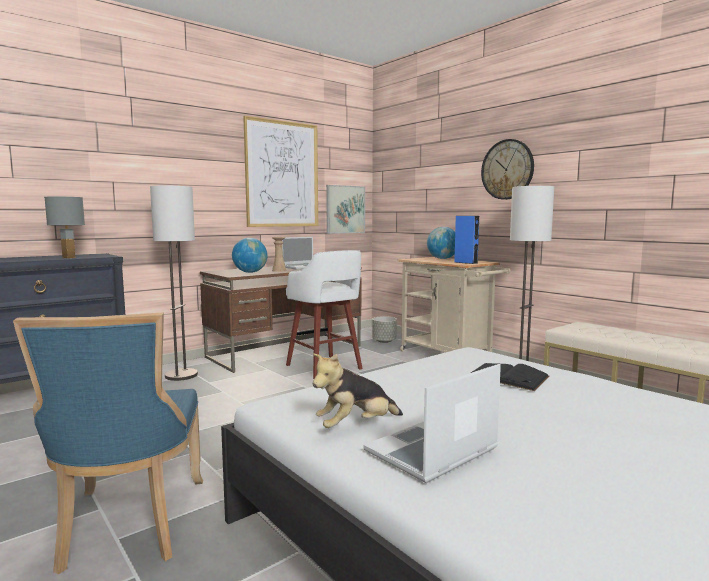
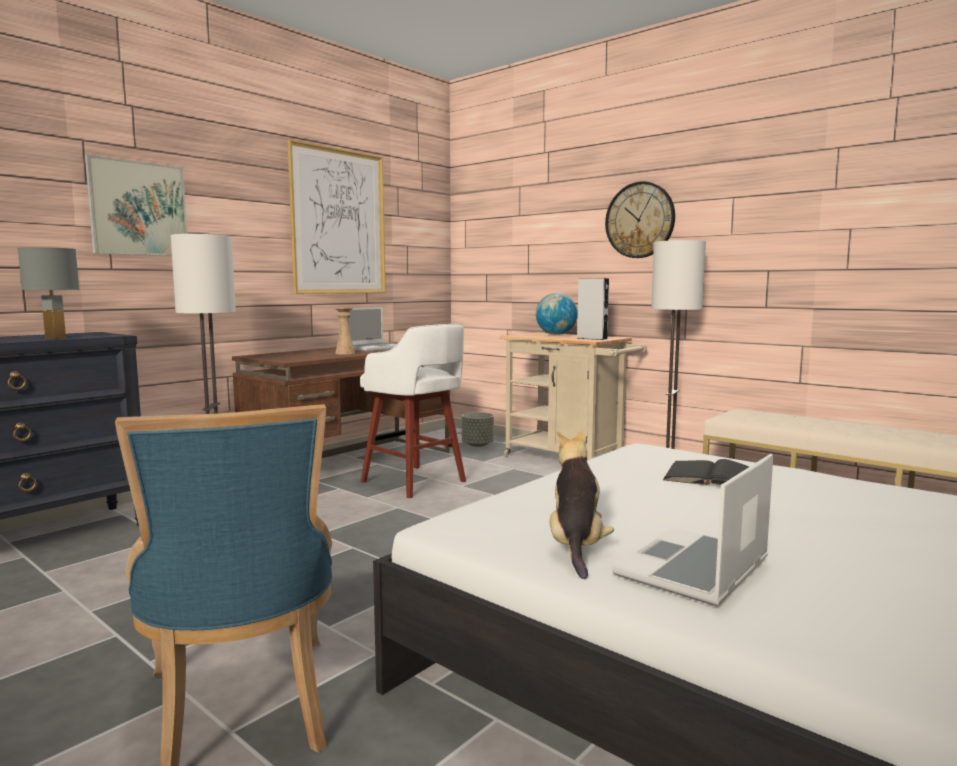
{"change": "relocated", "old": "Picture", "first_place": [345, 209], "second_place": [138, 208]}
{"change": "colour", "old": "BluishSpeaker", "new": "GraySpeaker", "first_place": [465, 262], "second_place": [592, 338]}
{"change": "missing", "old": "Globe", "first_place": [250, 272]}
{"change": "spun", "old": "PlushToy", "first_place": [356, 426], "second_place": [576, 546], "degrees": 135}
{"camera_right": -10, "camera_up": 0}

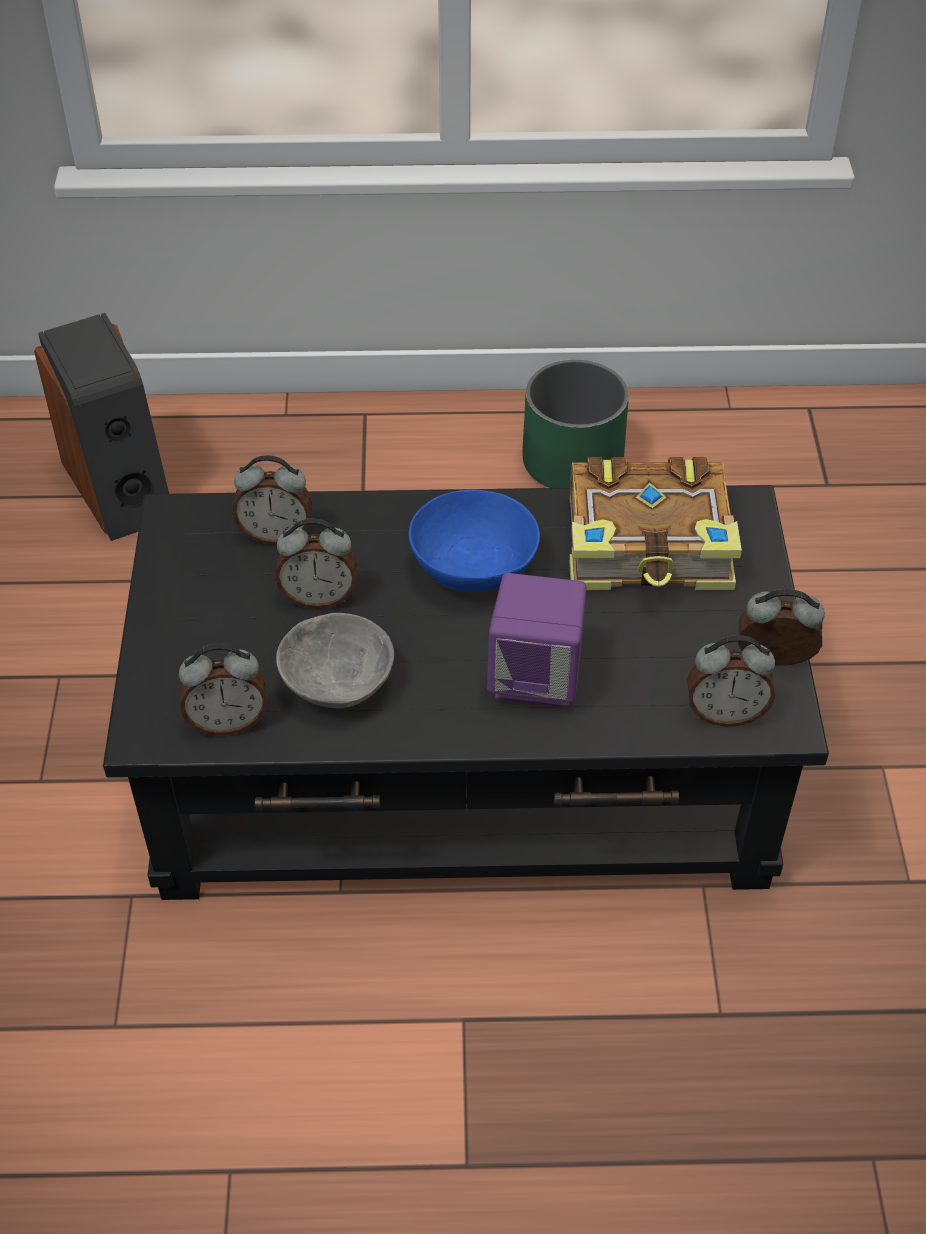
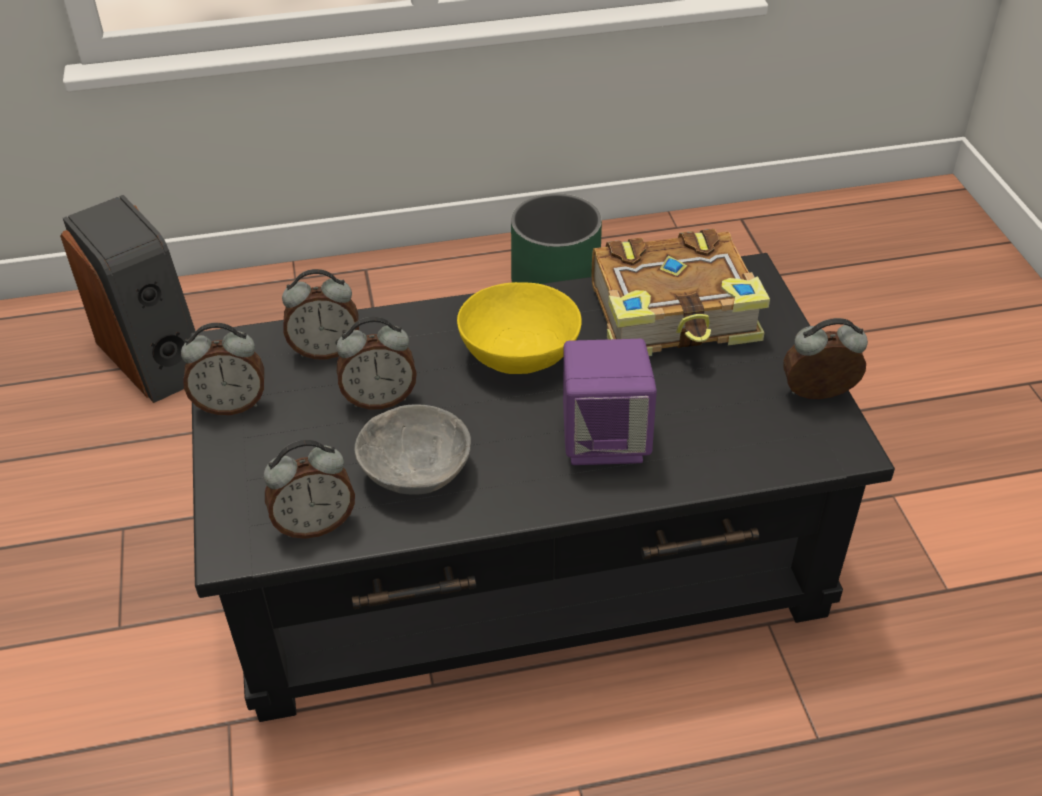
{"change": "colour", "old": "BluishDeepDish", "new": "YellowishDeepDish", "first_place": [473, 566], "second_place": [519, 353]}
{"change": "relocated", "old": "BedsideClock", "first_place": [725, 713], "second_place": [231, 405]}
{"camera_right": -10, "camera_up": -5}

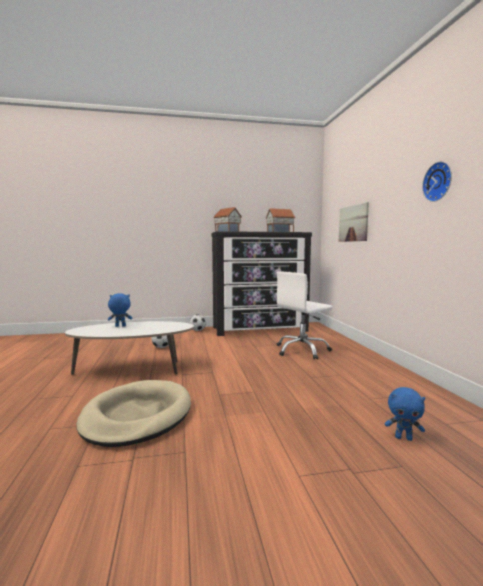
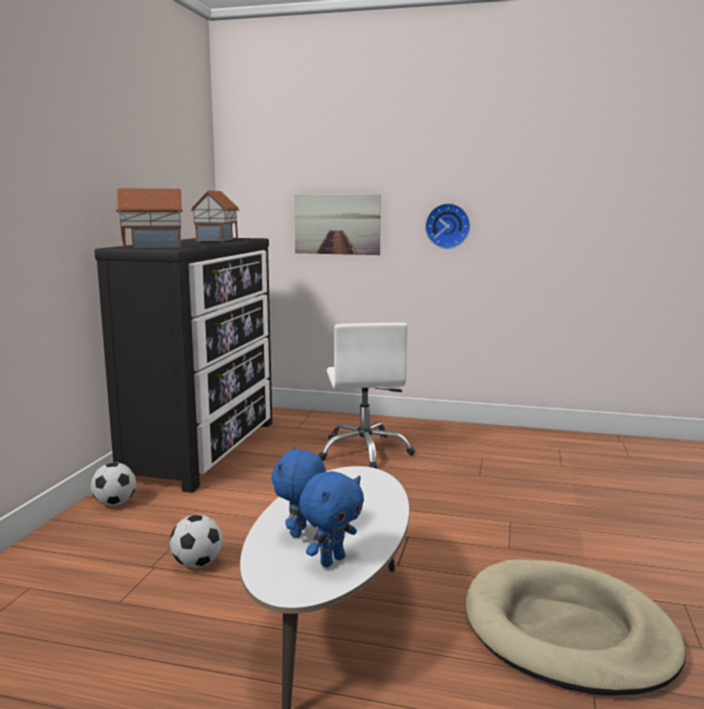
{"change": "relocated", "old": "HangingClock", "first_place": [439, 182], "second_place": [448, 226]}
{"change": "relocated", "old": "BluishPlushToy", "first_place": [403, 438], "second_place": [332, 560]}
{"camera_right": -65, "camera_up": 5}

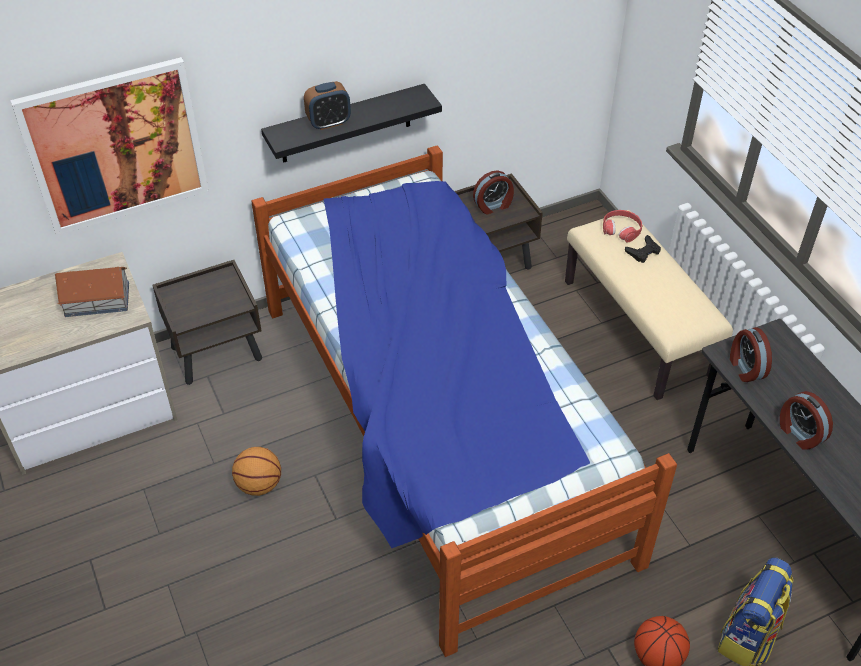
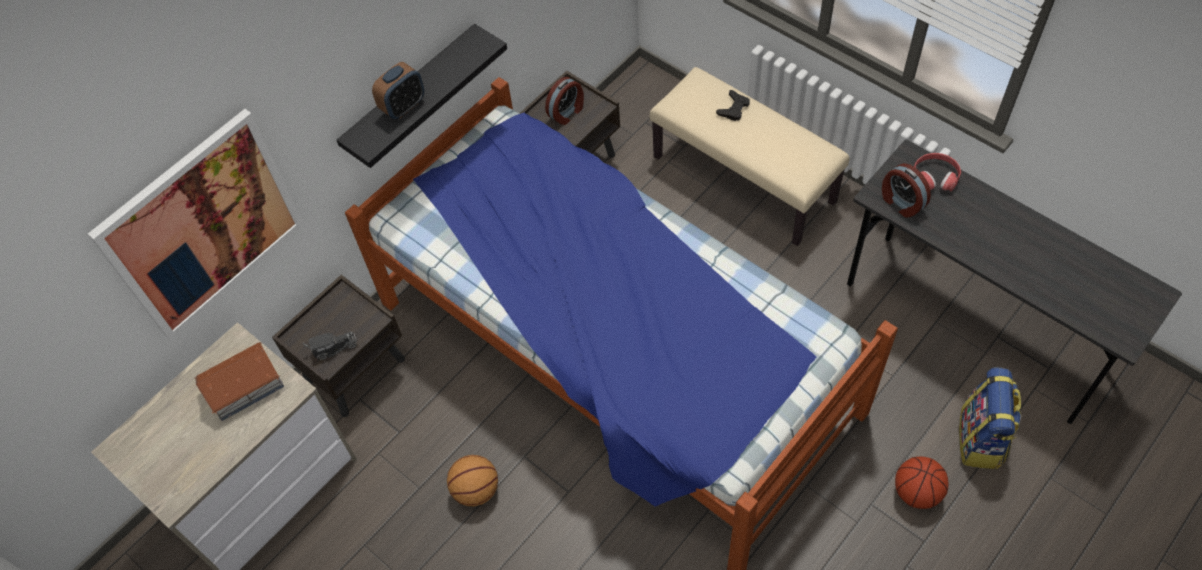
{"change": "relocated", "old": "ReddishHeadphones", "first_place": [621, 229], "second_place": [935, 177]}
{"change": "missing", "old": "BedsideClock", "first_place": [799, 433]}
{"change": "appeared", "new": "ToyTruck", "second_place": [333, 348]}
{"camera_right": -20, "camera_up": 10}

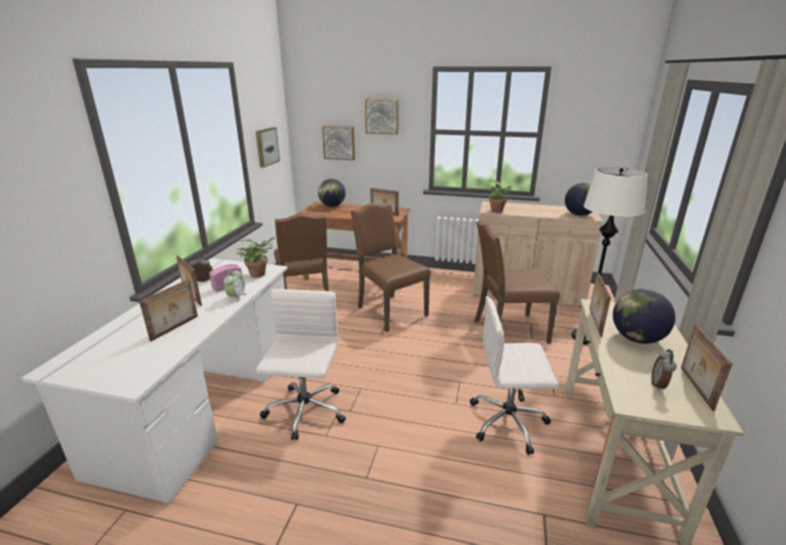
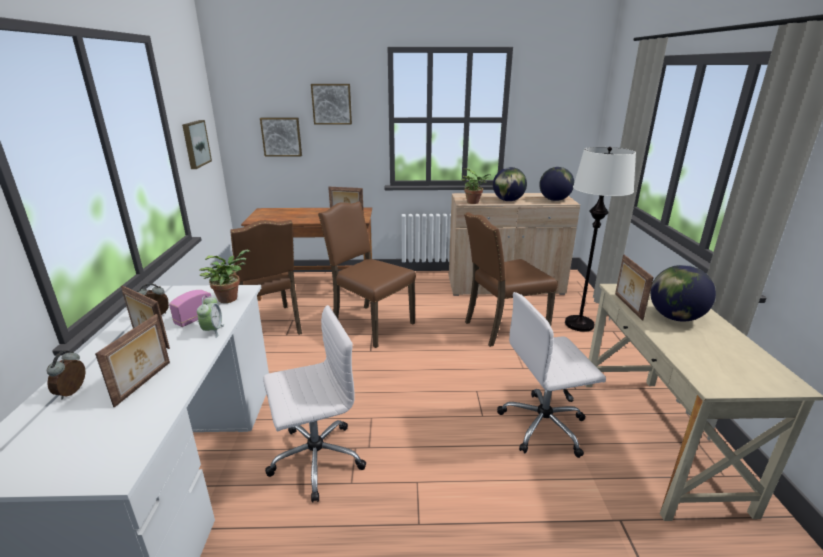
{"change": "relocated", "old": "Globe", "first_place": [332, 206], "second_place": [508, 200]}
{"change": "spun", "old": "WhitishComputerChair", "first_place": [305, 412], "second_place": [315, 459], "degrees": 75}
{"change": "missing", "old": "StandingFrame", "first_place": [695, 387]}
{"change": "relocated", "old": "BedsideClock", "first_place": [659, 385], "second_place": [73, 392]}
{"camera_right": -15, "camera_up": 0}

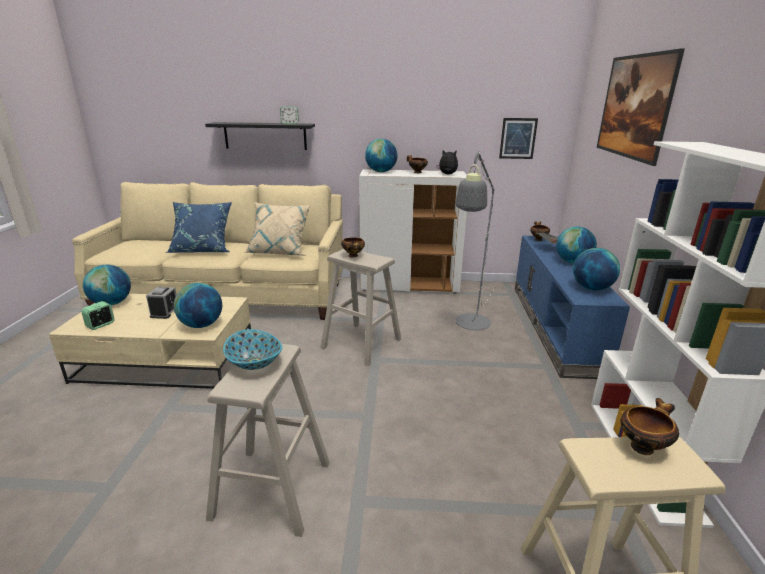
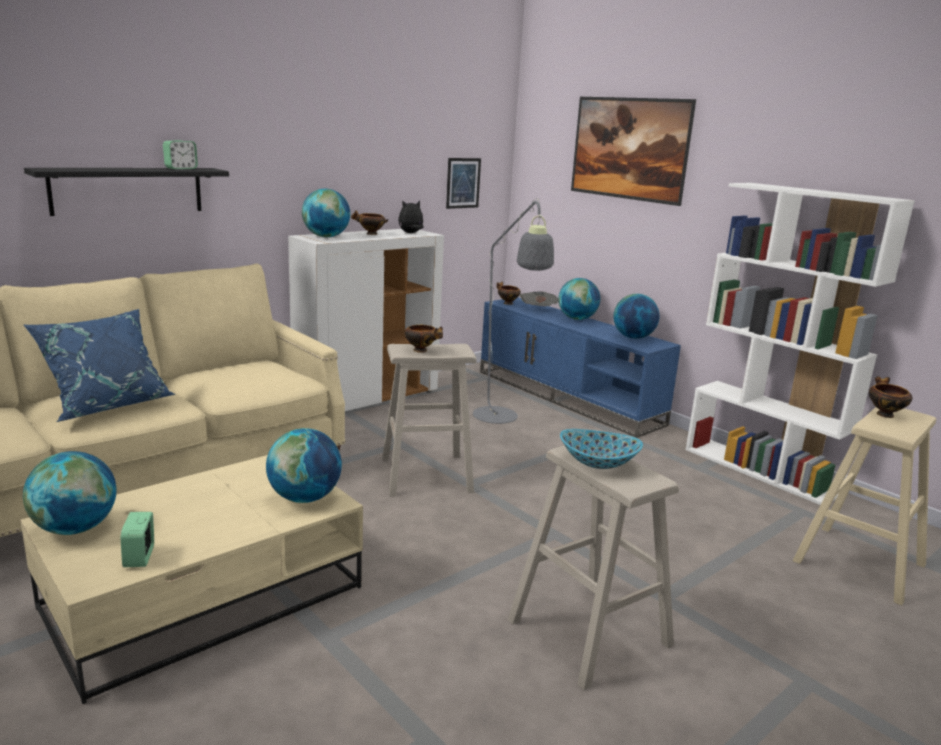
{"change": "missing", "old": "SandColouredThrowPillow", "first_place": [280, 252]}
{"change": "missing", "old": "BedsideClock", "first_place": [165, 312]}
{"camera_right": -45, "camera_up": -5}

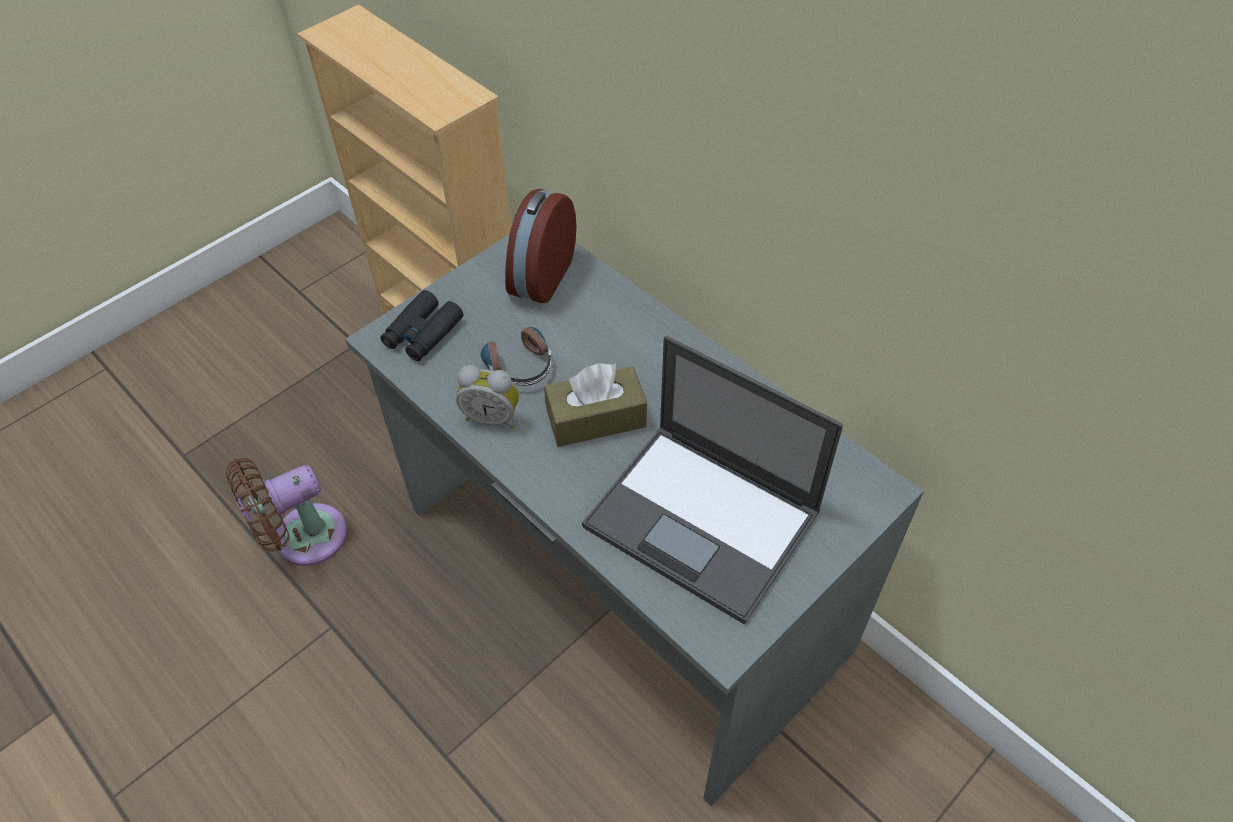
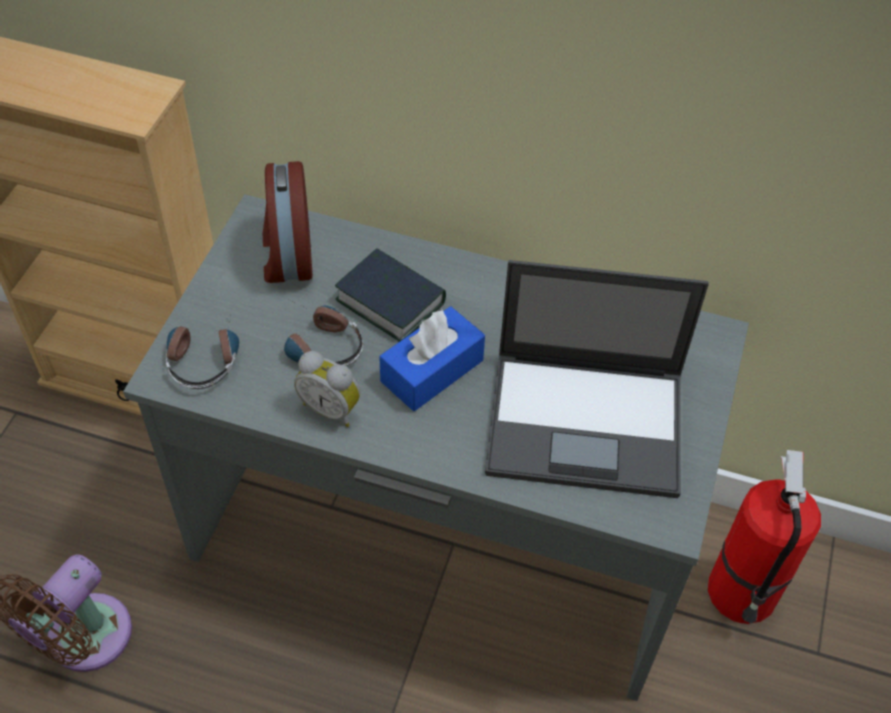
{"change": "exchanged", "old": "BlackColouredPairOfBinoculars", "new": "Headphones", "first_place": [423, 333], "second_place": [204, 354]}
{"change": "colour", "old": "BrownishTissueBox", "new": "BluishTissueBox", "first_place": [596, 418], "second_place": [432, 370]}
{"change": "spun", "old": "BedsideClock", "first_place": [492, 417], "second_place": [331, 408], "degrees": 45}
{"change": "appeared", "new": "BoundBook", "second_place": [390, 301]}
{"change": "appeared", "new": "FireExtinguisher", "second_place": [743, 595]}
{"camera_right": -30, "camera_up": 0}

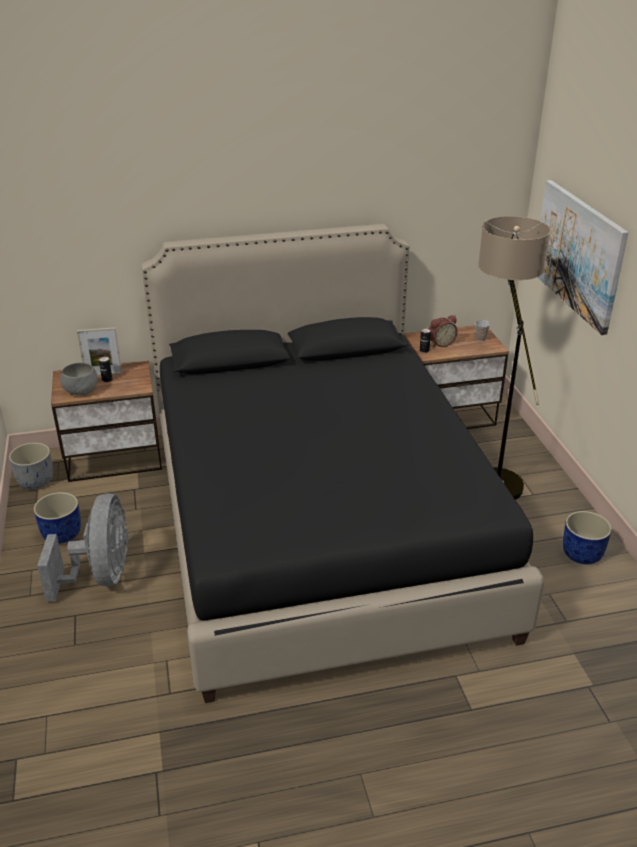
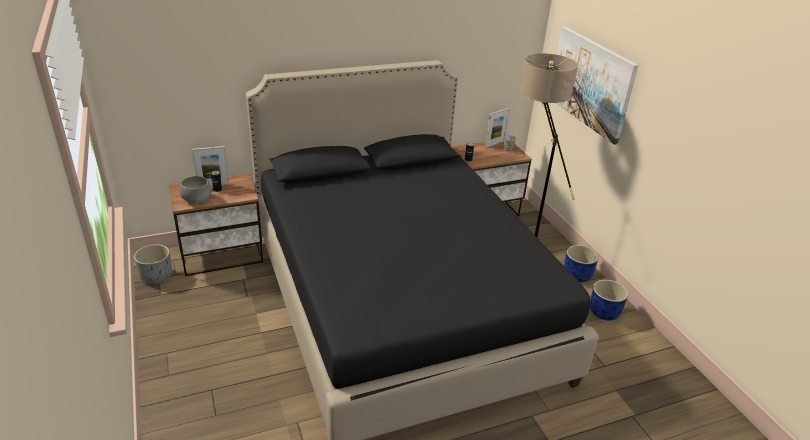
{"change": "missing", "old": "BedsideClock", "first_place": [440, 343]}
{"change": "relocated", "old": "BluishFlowerPot", "first_place": [62, 534], "second_place": [577, 275]}
{"change": "missing", "old": "GrayFan", "first_place": [101, 576]}
{"change": "appeared", "new": "StandingFrame", "second_place": [495, 144]}
{"camera_right": -10, "camera_up": 0}

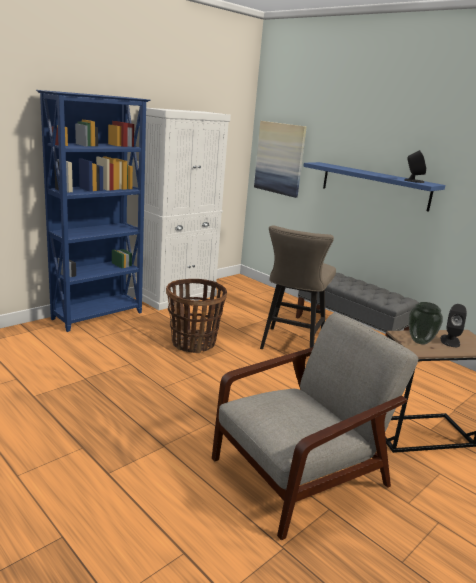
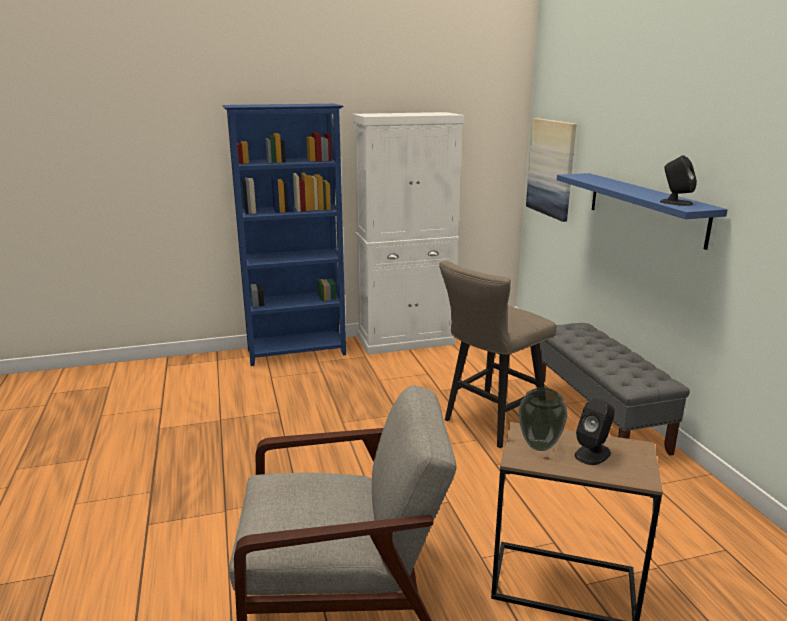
{"change": "missing", "old": "StorageBasket", "first_place": [193, 343]}
{"camera_right": 30, "camera_up": 0}

